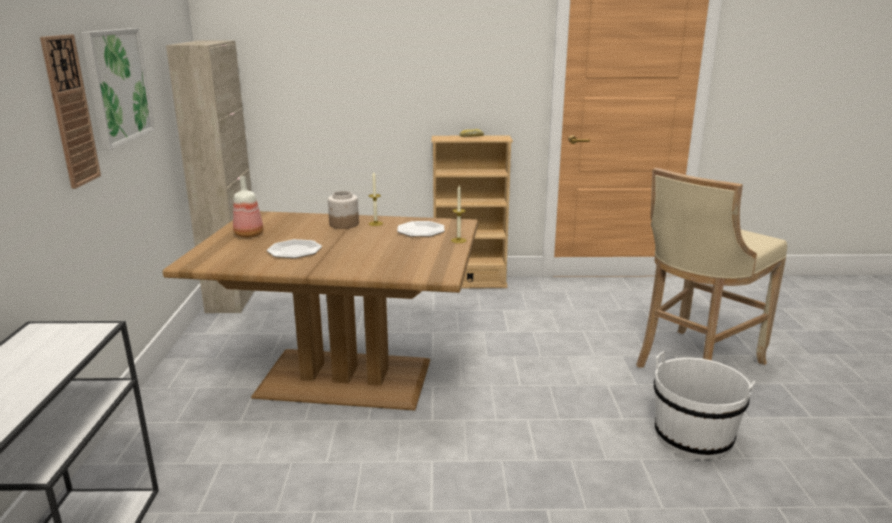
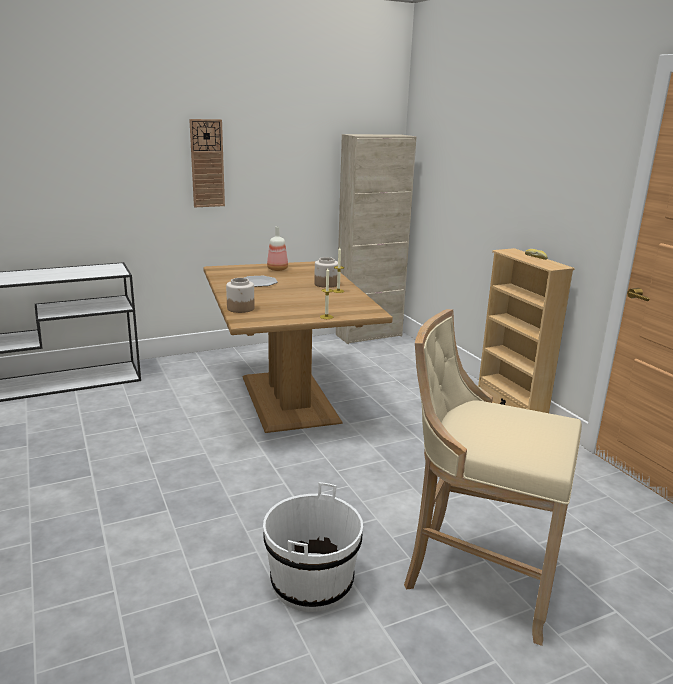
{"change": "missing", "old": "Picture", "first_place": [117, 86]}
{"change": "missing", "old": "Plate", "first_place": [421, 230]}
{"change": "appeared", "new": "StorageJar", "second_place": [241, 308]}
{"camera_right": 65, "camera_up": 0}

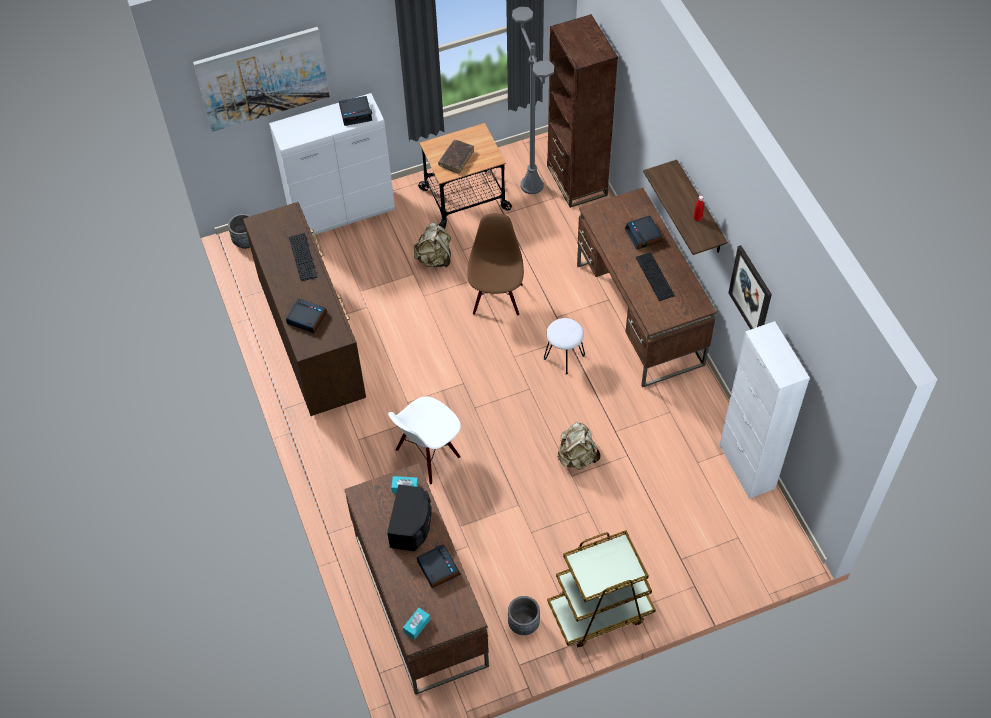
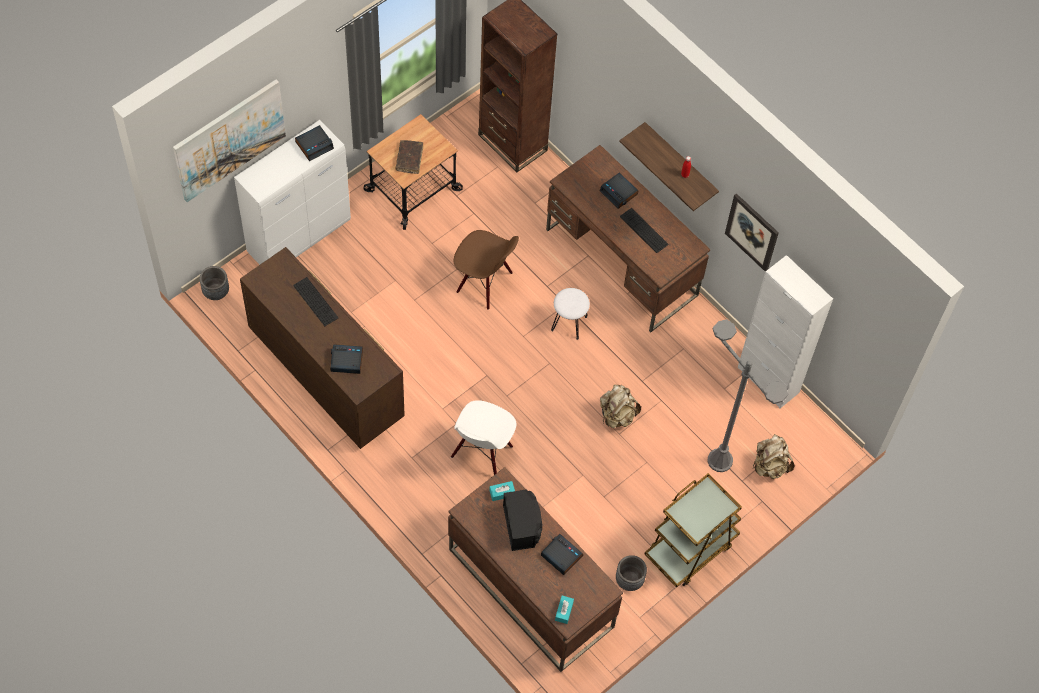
{"change": "relocated", "old": "GrayFloorLamp", "first_place": [532, 185], "second_place": [720, 461]}
{"change": "spun", "old": "BrownishChair", "first_place": [496, 298], "second_place": [484, 283], "degrees": 135}
{"change": "relocated", "old": "SandColouredKnapsack", "first_place": [434, 258], "second_place": [770, 465]}
{"camera_right": -25, "camera_up": 5}

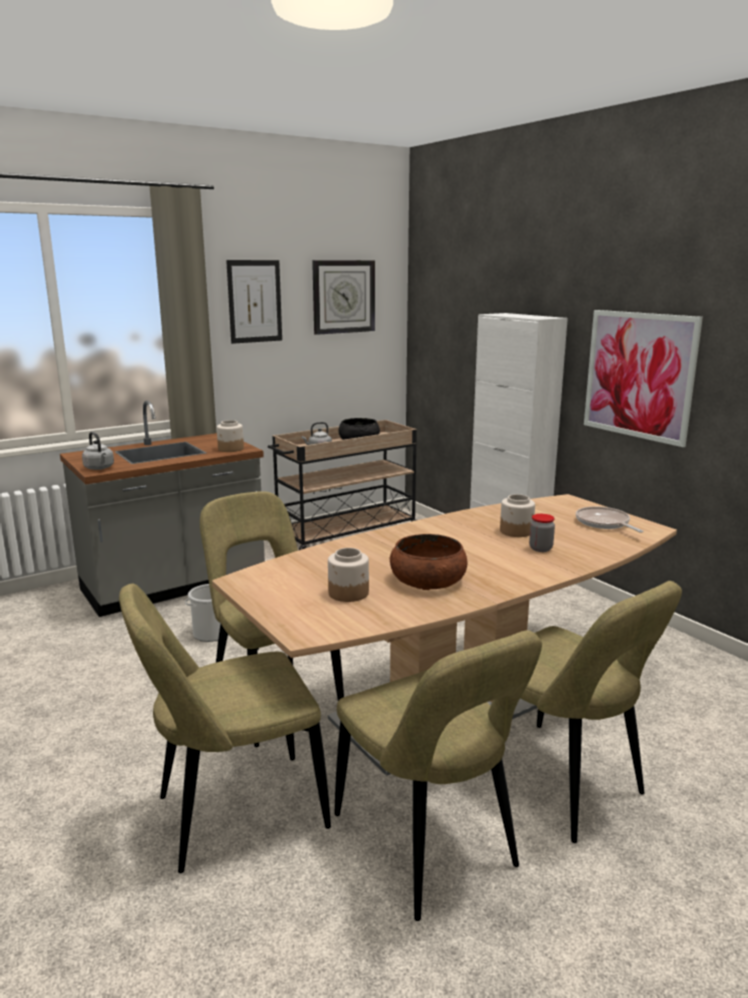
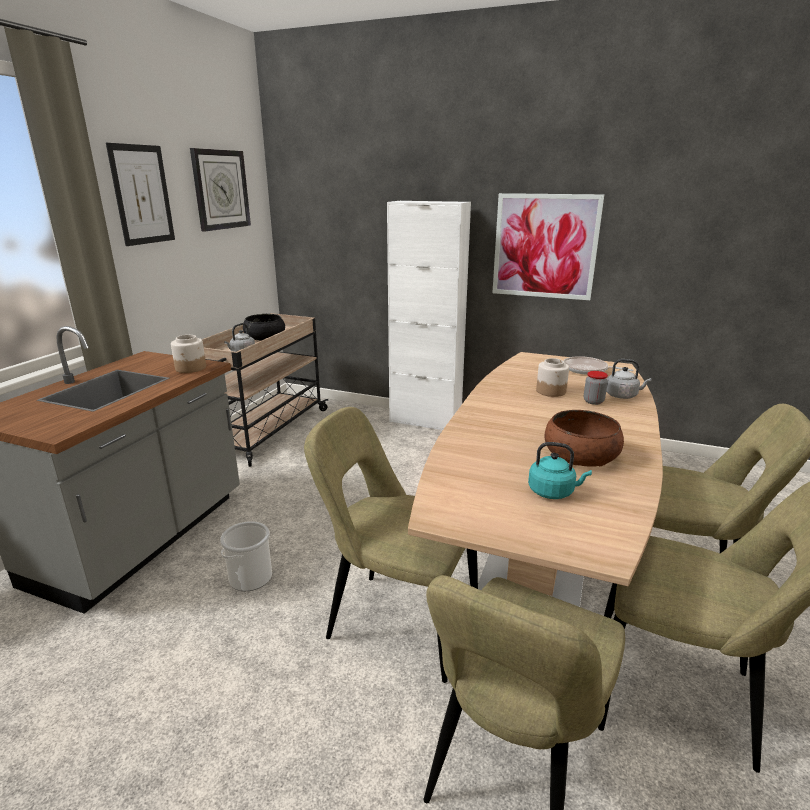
{"change": "relocated", "old": "GrayWaterKettle", "first_place": [99, 468], "second_place": [623, 396]}
{"change": "exchanged", "old": "StorageJar", "new": "TurquoiseWaterKettle", "first_place": [349, 593], "second_place": [553, 492]}
{"camera_right": -35, "camera_up": 5}

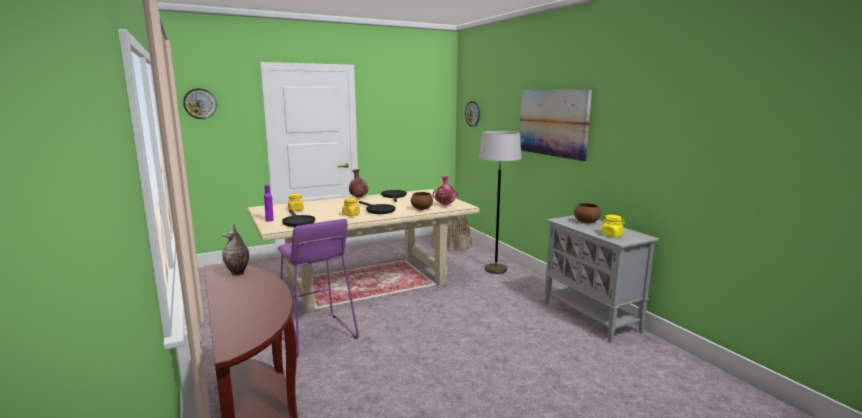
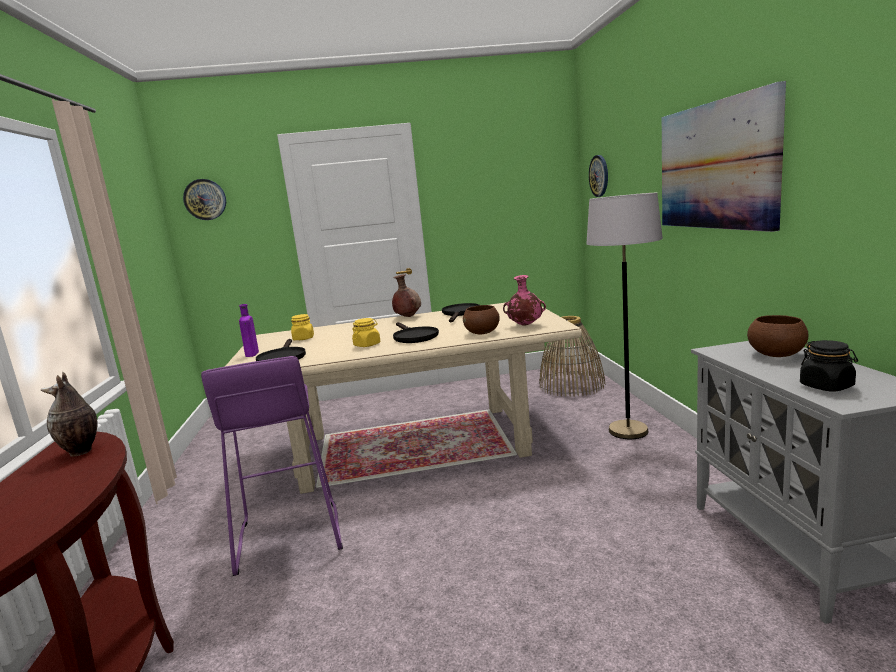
{"change": "colour", "old": "YellowishStorageJar", "new": "BlackColouredStorageJar", "first_place": [612, 235], "second_place": [827, 386]}
{"camera_right": 20, "camera_up": 0}

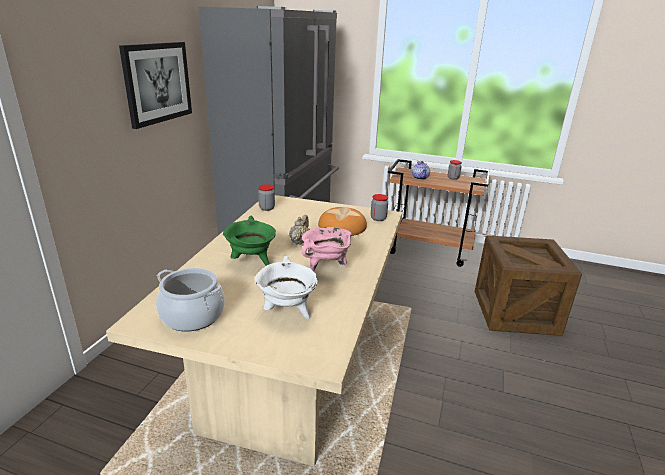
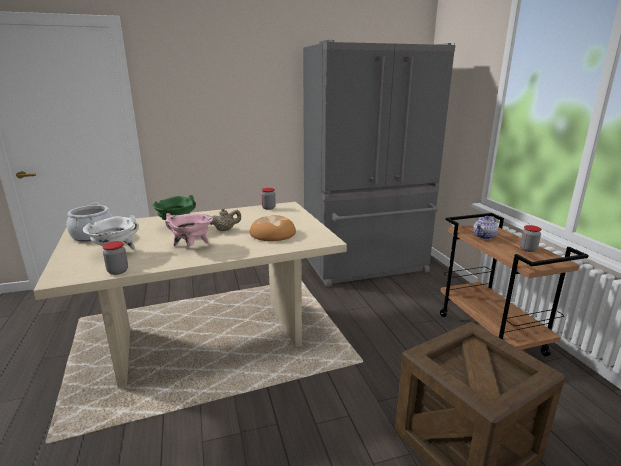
{"change": "missing", "old": "Picture", "first_place": [157, 83]}
{"change": "relocated", "old": "StorageJar", "first_place": [378, 218], "second_place": [118, 271]}
{"camera_right": 55, "camera_up": -5}

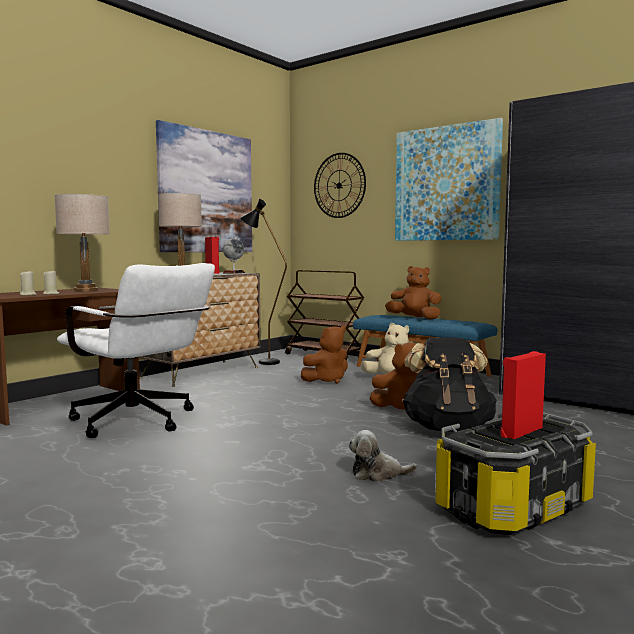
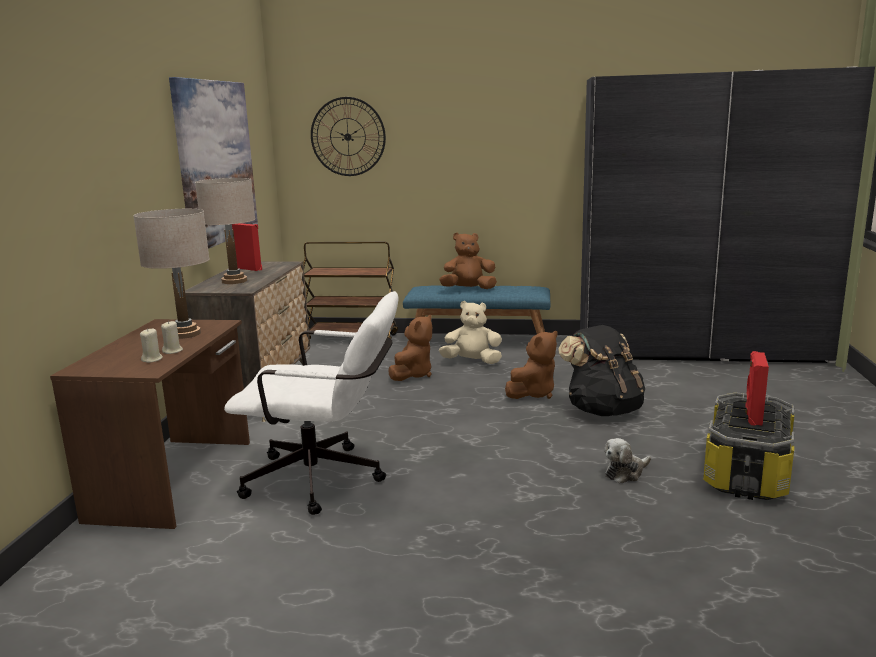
{"change": "missing", "old": "Picture", "first_place": [446, 183]}
{"change": "missing", "old": "BlackColouredFloorLamp", "first_place": [262, 362]}
{"change": "missing", "old": "Globe", "first_place": [234, 273]}
{"camera_right": -30, "camera_up": 10}

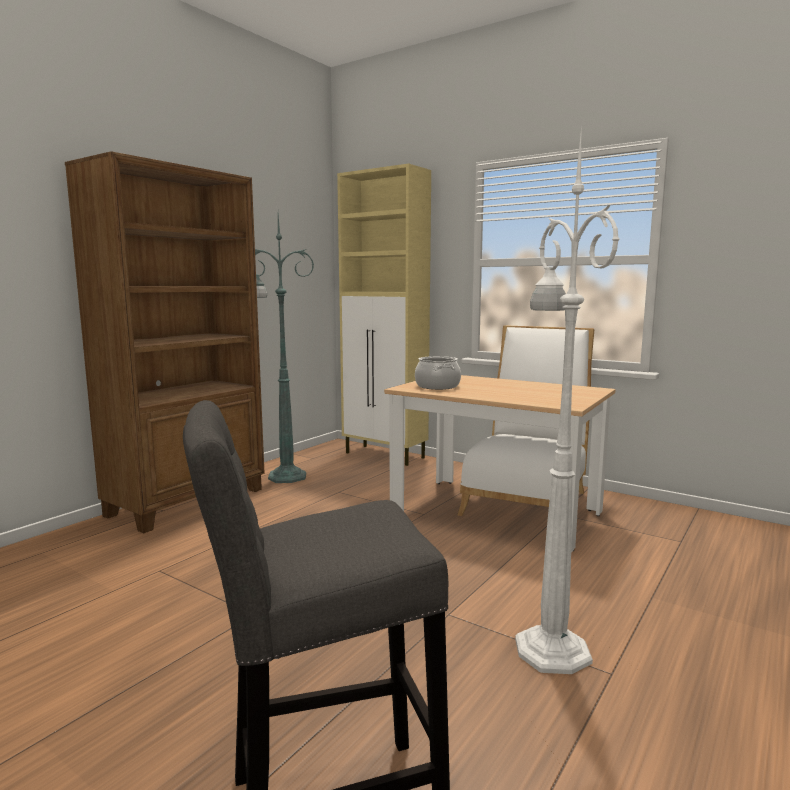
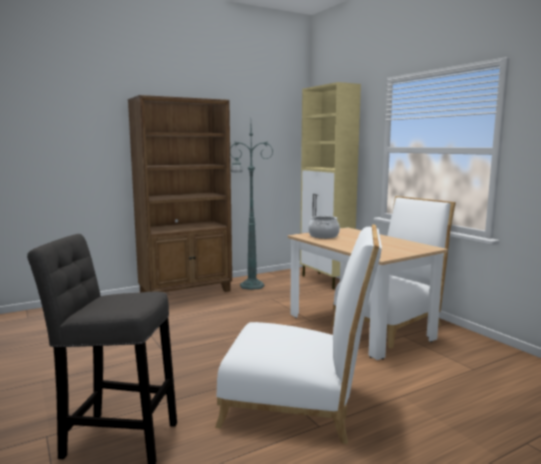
{"change": "exchanged", "old": "WhitishFloorLamp", "new": "WhitishChair", "first_place": [550, 648], "second_place": [299, 405]}
{"camera_right": 25, "camera_up": 0}

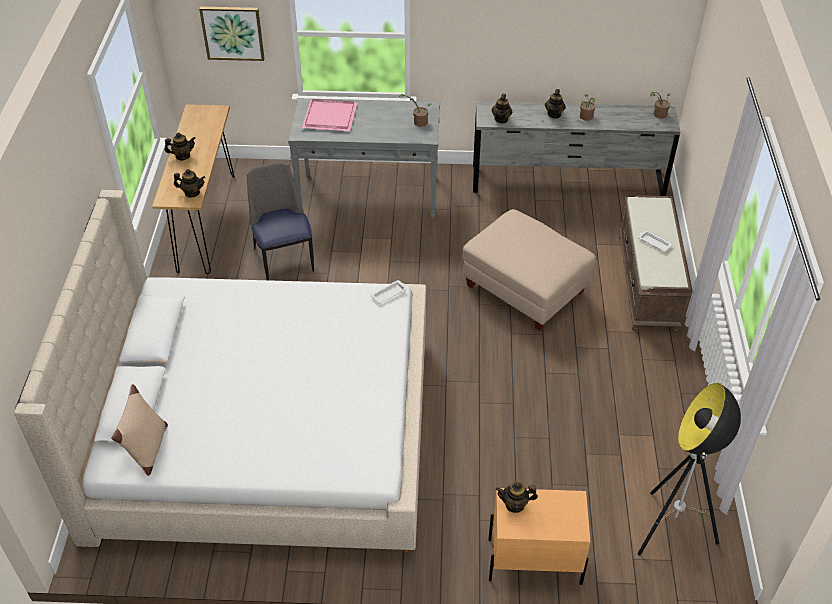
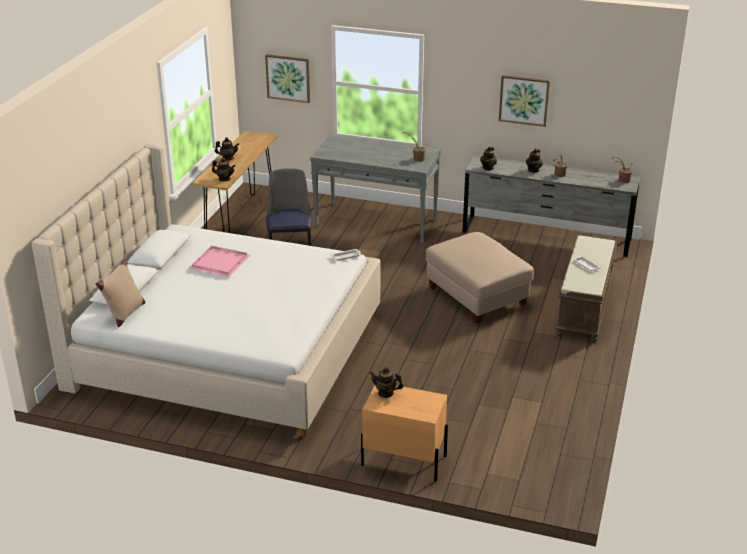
{"change": "relocated", "old": "PinkColouredCarryingTray", "first_place": [329, 116], "second_place": [219, 262]}
{"change": "missing", "old": "FloorLamp", "first_place": [671, 531]}
{"change": "appeared", "new": "Picture", "second_place": [524, 100]}
{"camera_right": 15, "camera_up": -15}

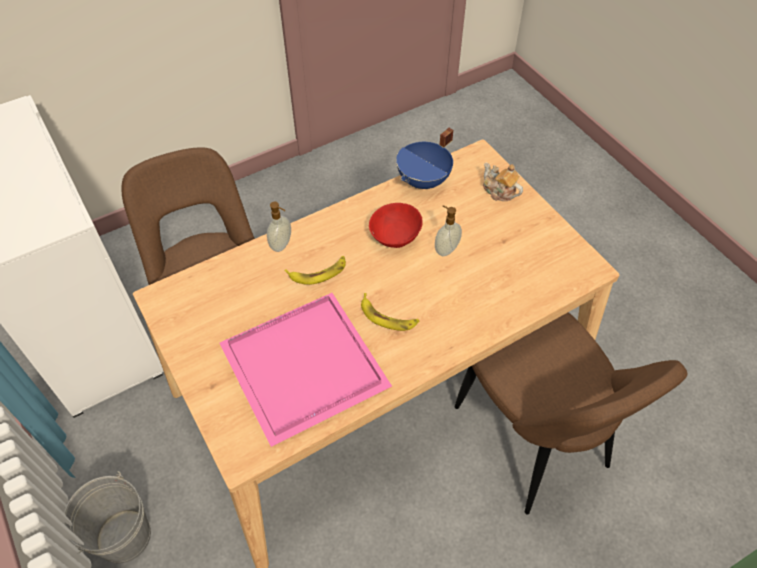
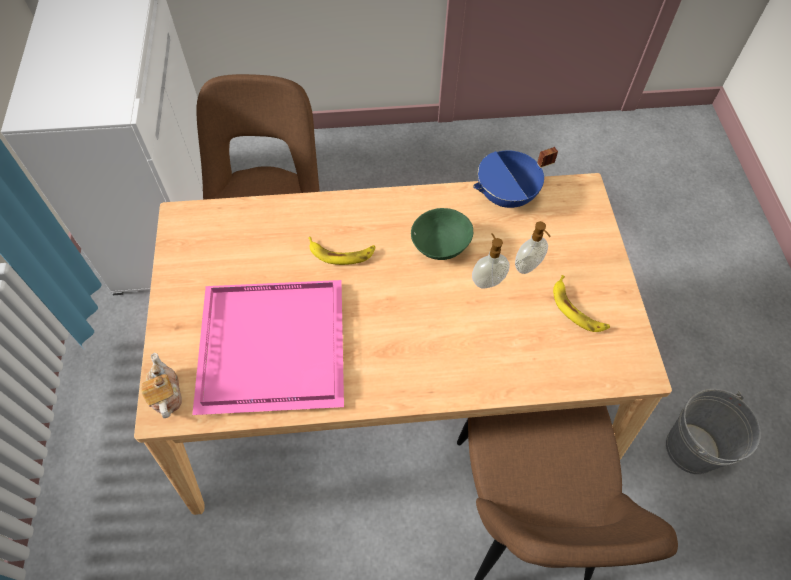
{"change": "relocated", "old": "Teapot", "first_place": [499, 191], "second_place": [165, 394]}
{"change": "relocated", "old": "LiquidSoapBottle", "first_place": [282, 245], "second_place": [528, 267]}
{"change": "colour", "old": "ReddishDeepDish", "new": "GreenDeepDish", "first_place": [394, 238], "second_place": [439, 247]}
{"change": "relocated", "old": "BananaFruit", "first_place": [388, 316], "second_place": [577, 309]}
{"change": "relocated", "old": "GrayWaterBucket", "first_place": [124, 536], "second_place": [691, 448]}
{"camera_right": 25, "camera_up": 5}

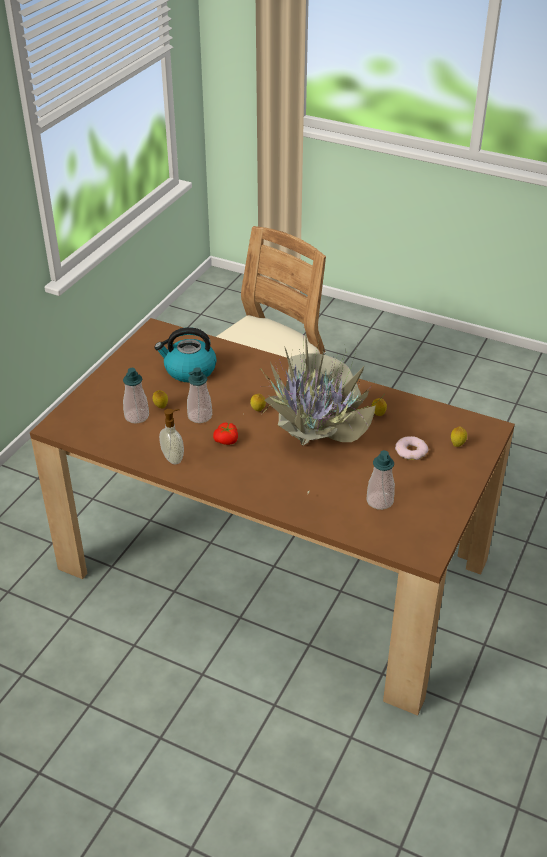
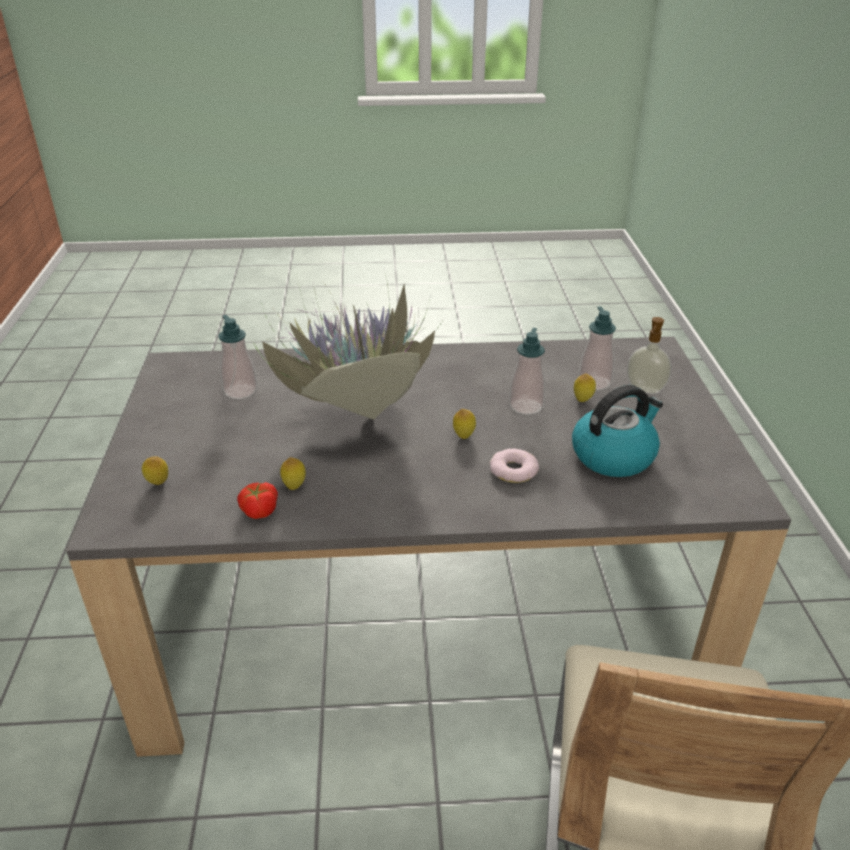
{"change": "colour", "old": "BrownishDiningTable", "new": "GrayDiningTable", "first_place": [274, 564], "second_place": [425, 621]}
{"change": "relocated", "old": "LiquidSoapBottle", "first_place": [173, 458], "second_place": [645, 390]}
{"change": "relocated", "old": "FreshTomato", "first_place": [227, 441], "second_place": [258, 510]}
{"change": "relocated", "old": "RingDoughnut", "first_place": [411, 451], "second_place": [513, 470]}
{"camera_right": 150, "camera_up": -5}

